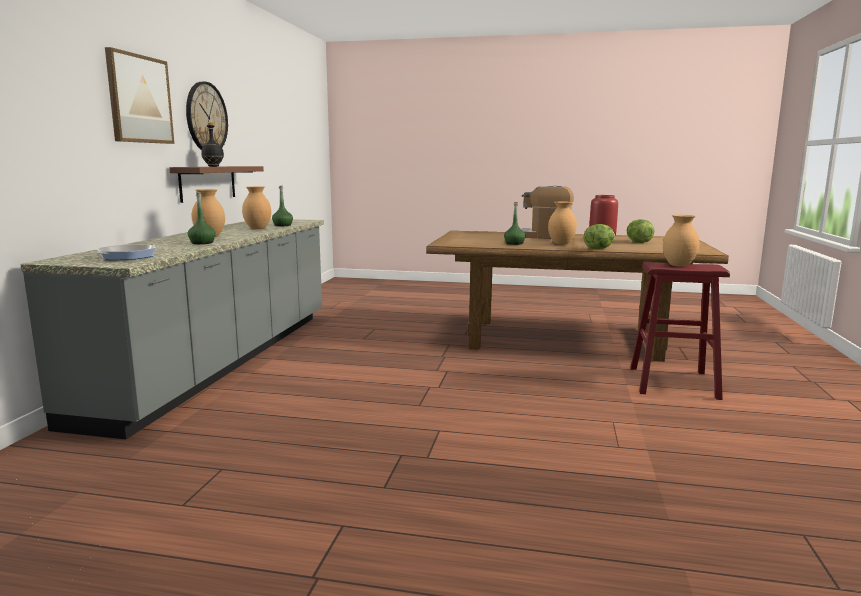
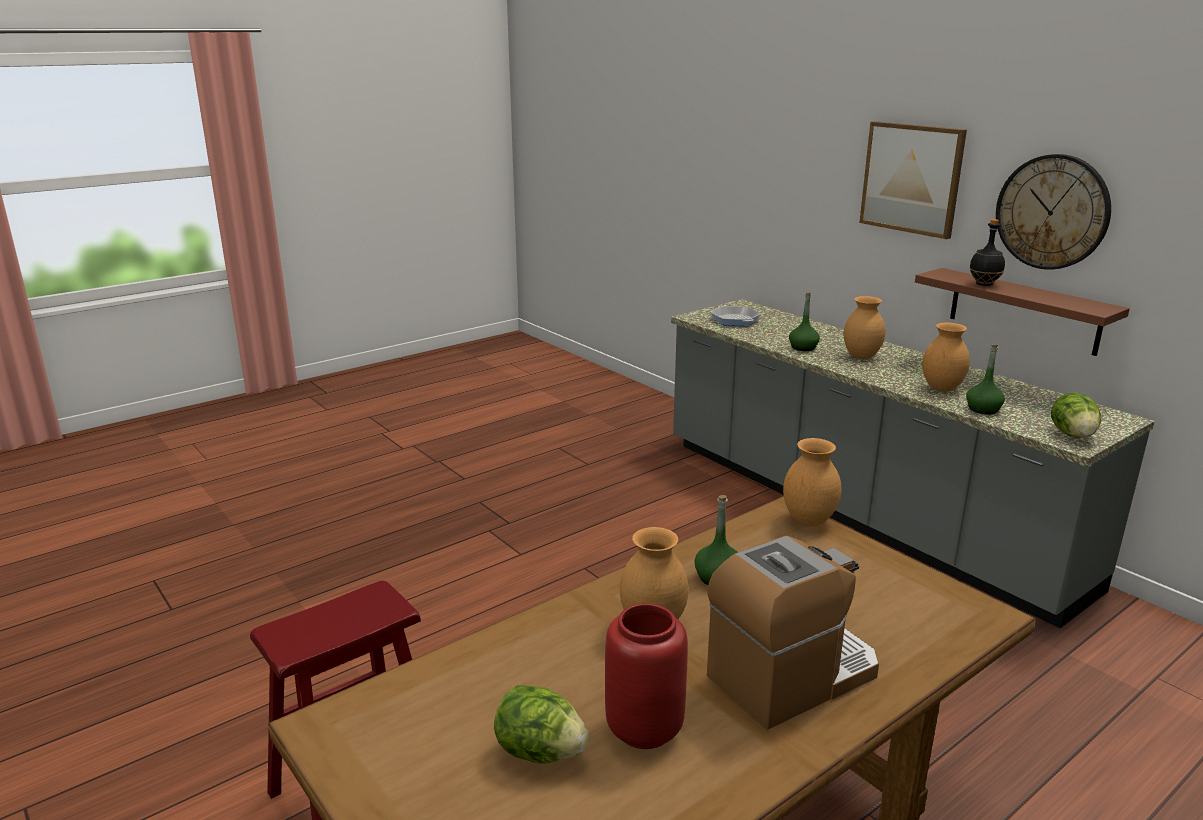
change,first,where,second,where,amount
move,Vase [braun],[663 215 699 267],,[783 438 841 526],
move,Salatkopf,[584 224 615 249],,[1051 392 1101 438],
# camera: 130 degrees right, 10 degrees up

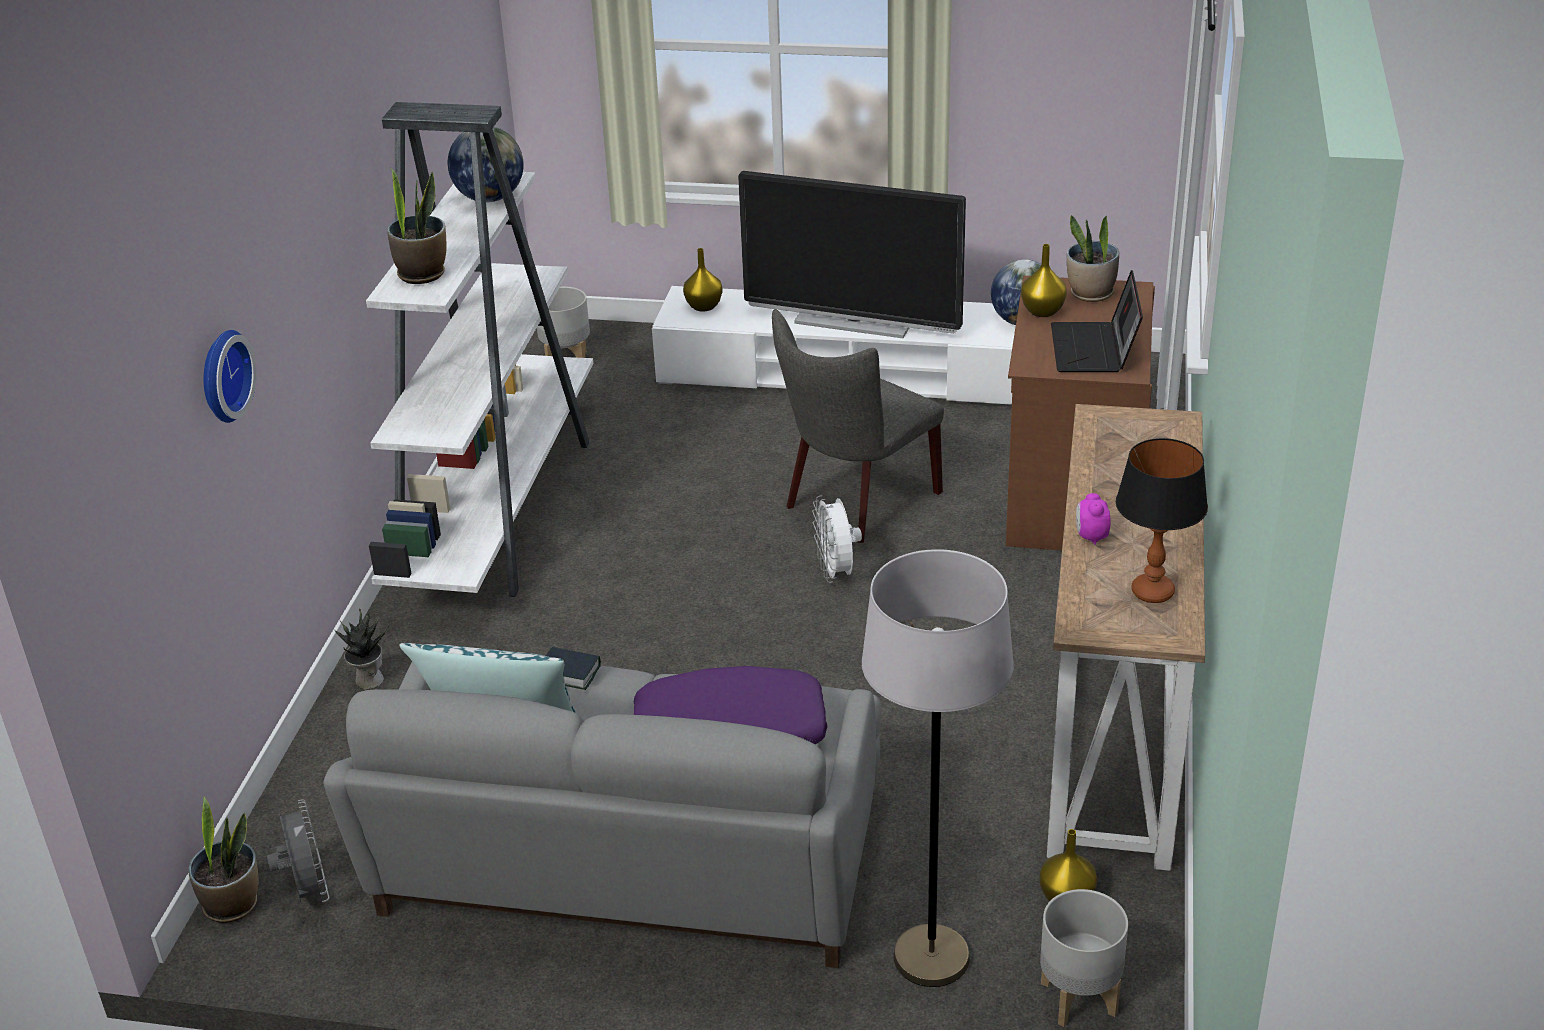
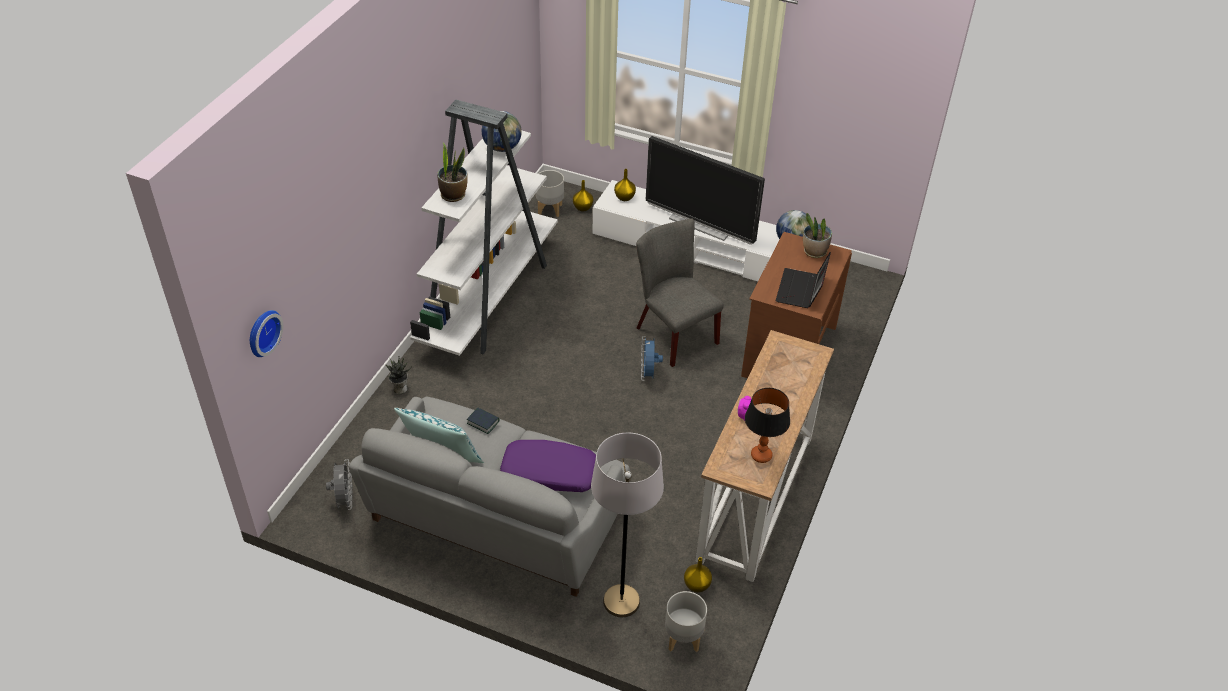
change,first,where,second,where,amount
move,Wanduhr,[204 330 257 423],,[250 310 283 357],
move,Vase [gelb],[1021 244 1067 317],,[573 180 593 212],
rotate,Stuhl [grau],[772 309 944 543],,[636 218 724 367],90 degrees clockwise
recolor,Ventilator [weiß],[812 495 862 583],Ventilator [blau],[641 336 663 381],
delete,Topfpflanze,[188 797 258 923],,,
# camera: 10 degrees right, 10 degrees up

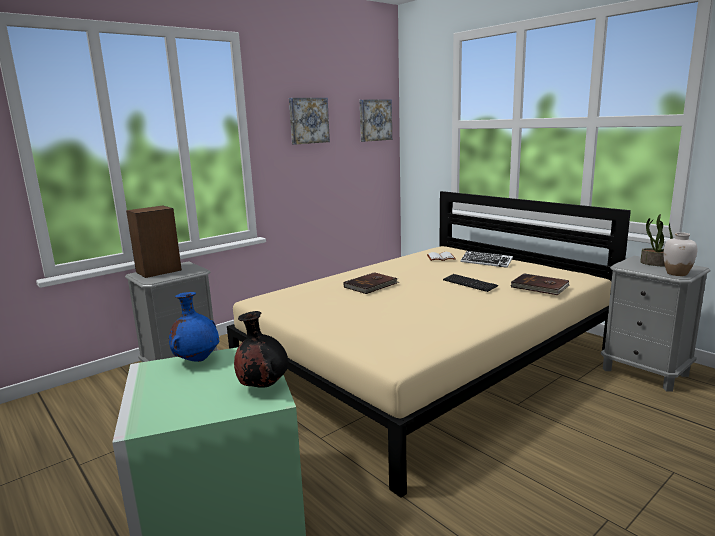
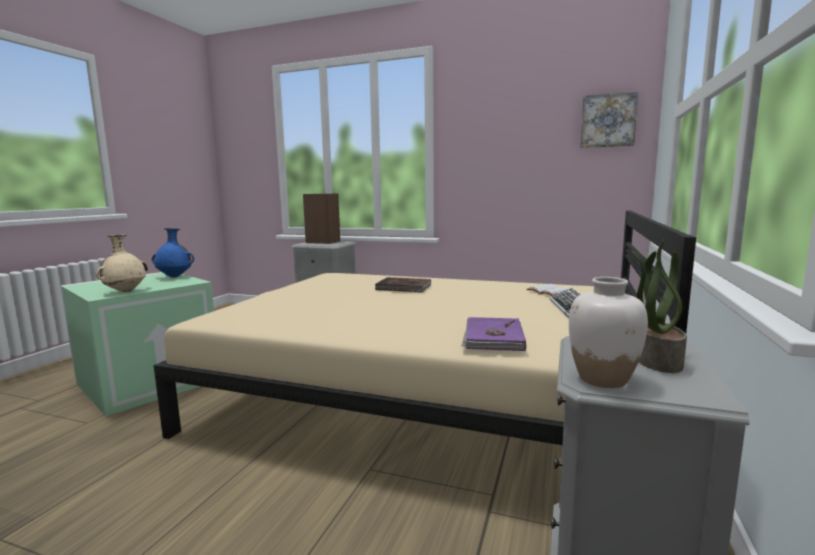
change,first,where,second,where,amount
recolor,Vase [schwarz],[234 311 289 388],Vase [beige],[96 235 148 292],
recolor,Buch [braun],[510 273 570 295],Buch [lila],[461 317 526 351],
delete,Bild,[289 98 330 145],,,
delete,Tastatur,[443 274 498 292],,,
# camera: 60 degrees right, 5 degrees down

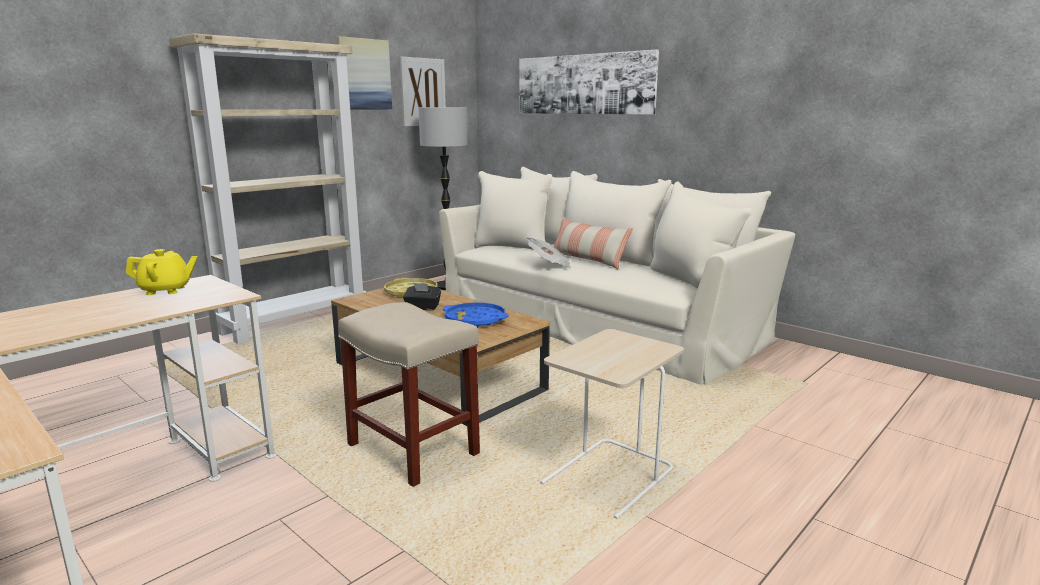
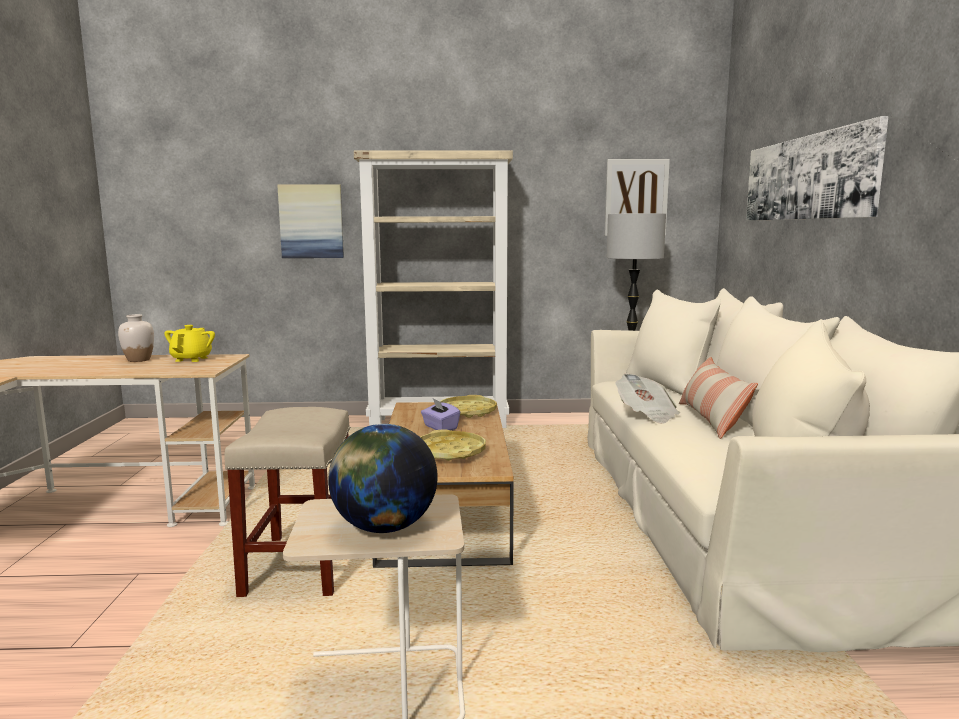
change,first,where,second,where,amount
insert,,,Vase [weiß],[118 314 154 362],
rotate,Teekanne [gelb],[126 249 198 295],,[164 325 215 362],120 degrees counterclockwise
move,Bild,[336 36 392 110],,[277 184 344 258],
insert,,,Globus,[328 424 438 533],
recolor,Tablett [blau],[443 302 509 328],Tablett [gelb],[420 429 486 461],
recolor,Taschentuchbox [schwarz],[403 283 441 310],Taschentuchbox [lila],[421 399 460 430],
# camera: 45 degrees right, 5 degrees down

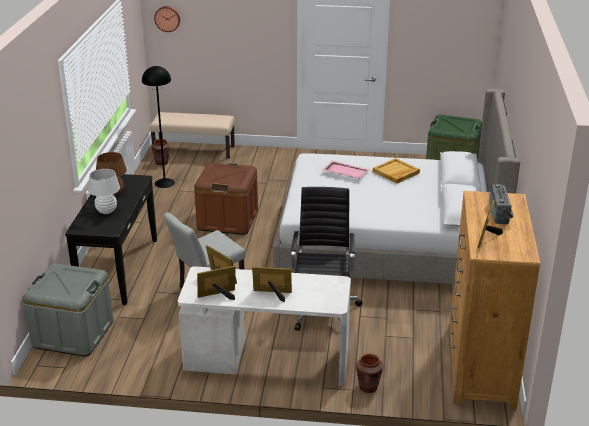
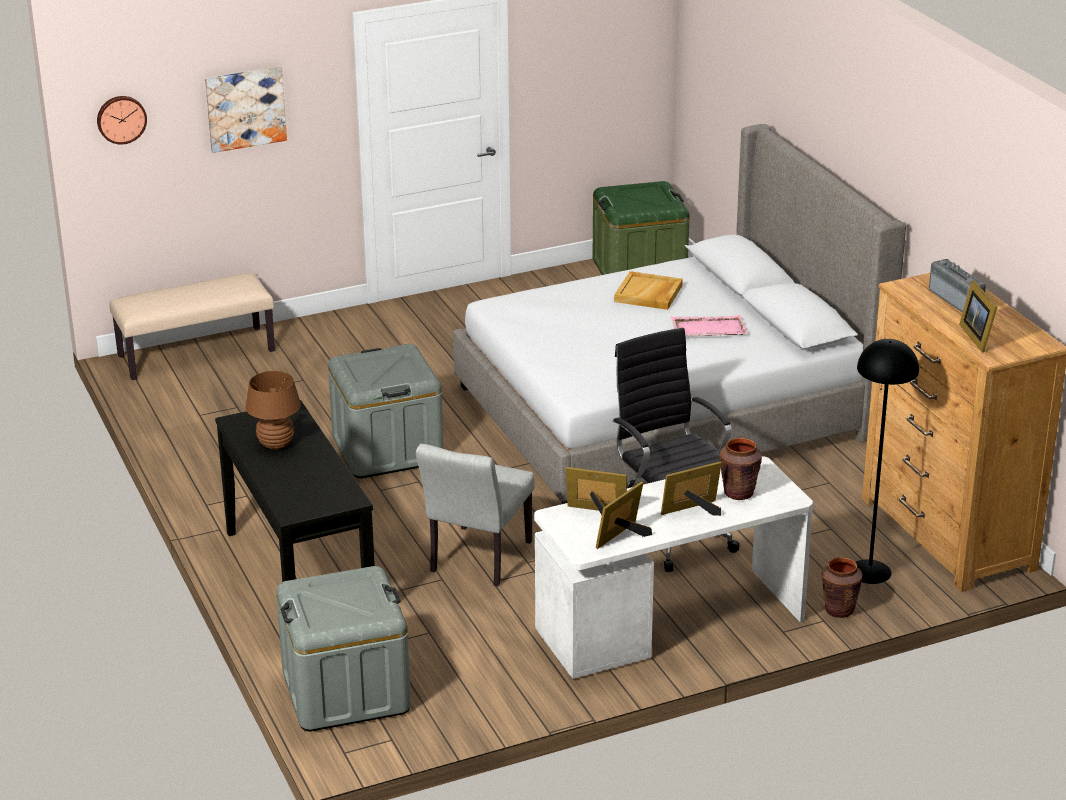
change,first,where,second,where,amount
insert,,,Bild,[205 67 287 153],
recolor,Aufbewahrungsbox [braun],[194 162 258 235],Aufbewahrungsbox [grau],[328 344 443 478],
move,Tablett [rosa],[322 160 370 179],,[671 315 748 337],
move,Vase [braun],[152 139 170 165],,[720 438 762 500],
move,Stehlampe [schwarz],[142 66 175 188],,[856 339 919 584],
delete,Tischlampe [weiß],[88 169 120 214],,,
# camera: 30 degrees left, 0 degrees up

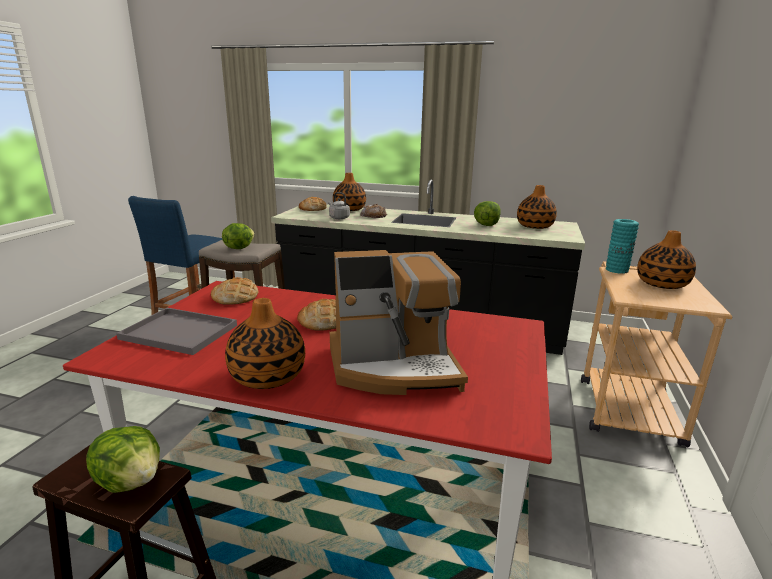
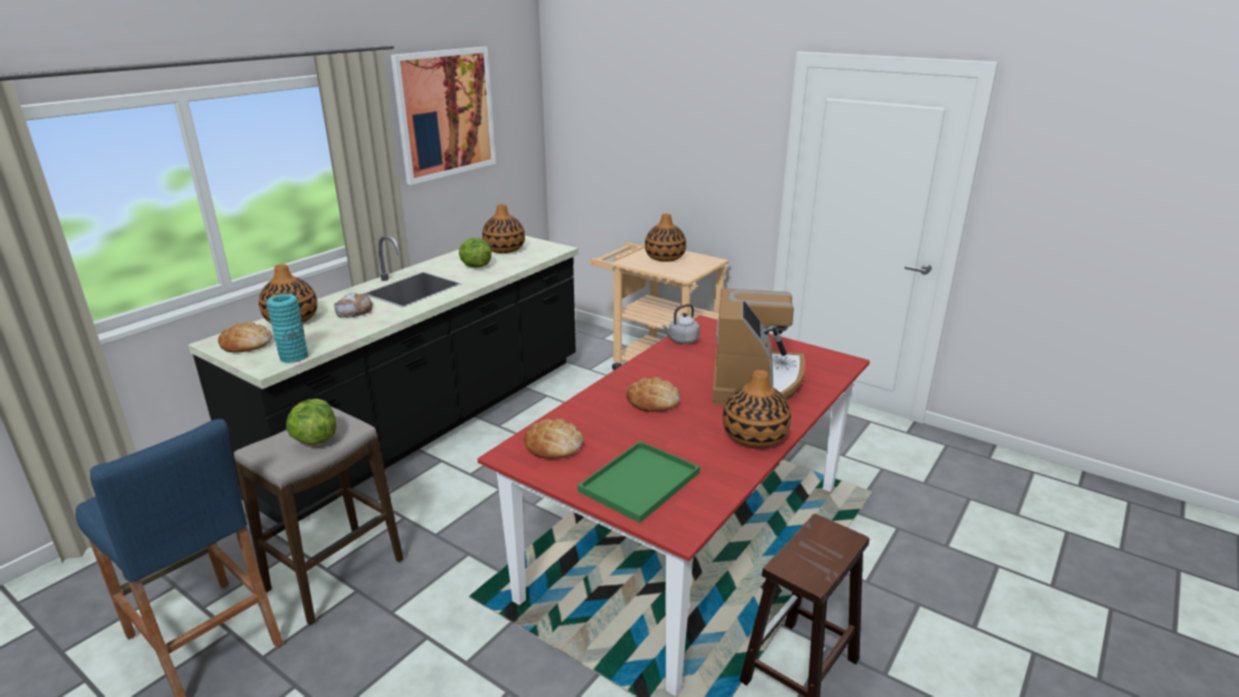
change,first,where,second,where,amount
move,Vase [türkis],[606 219 639 274],,[266 294 308 363],
insert,,,Bild,[391 47 496 185],
recolor,Tablett [grau],[116 308 237 355],Tablett [grün],[578 441 700 523],
move,Wasserkessel [grau],[328 192 350 219],,[662 304 700 344],
delete,Salatkopf,[86 426 160 493],,,
# camera: 70 degrees left, 5 degrees up

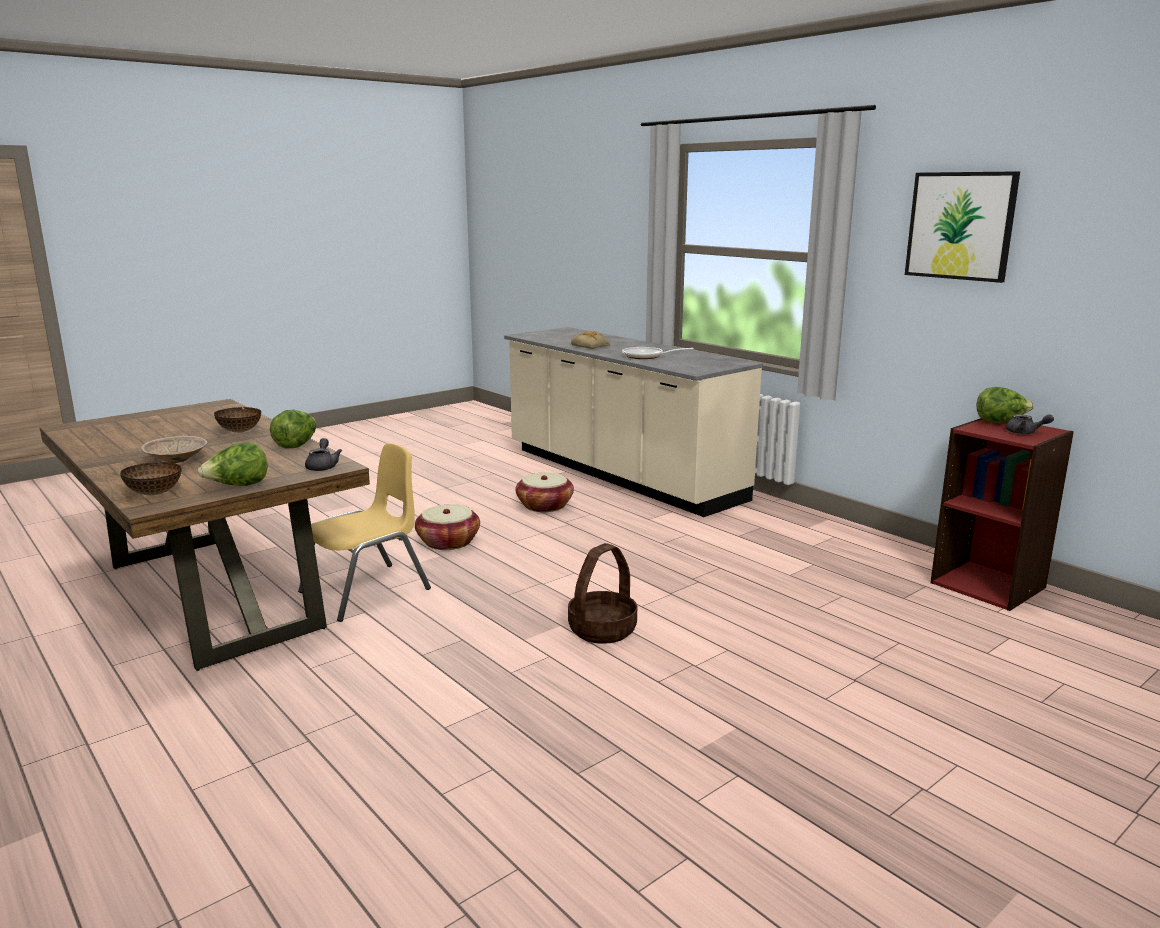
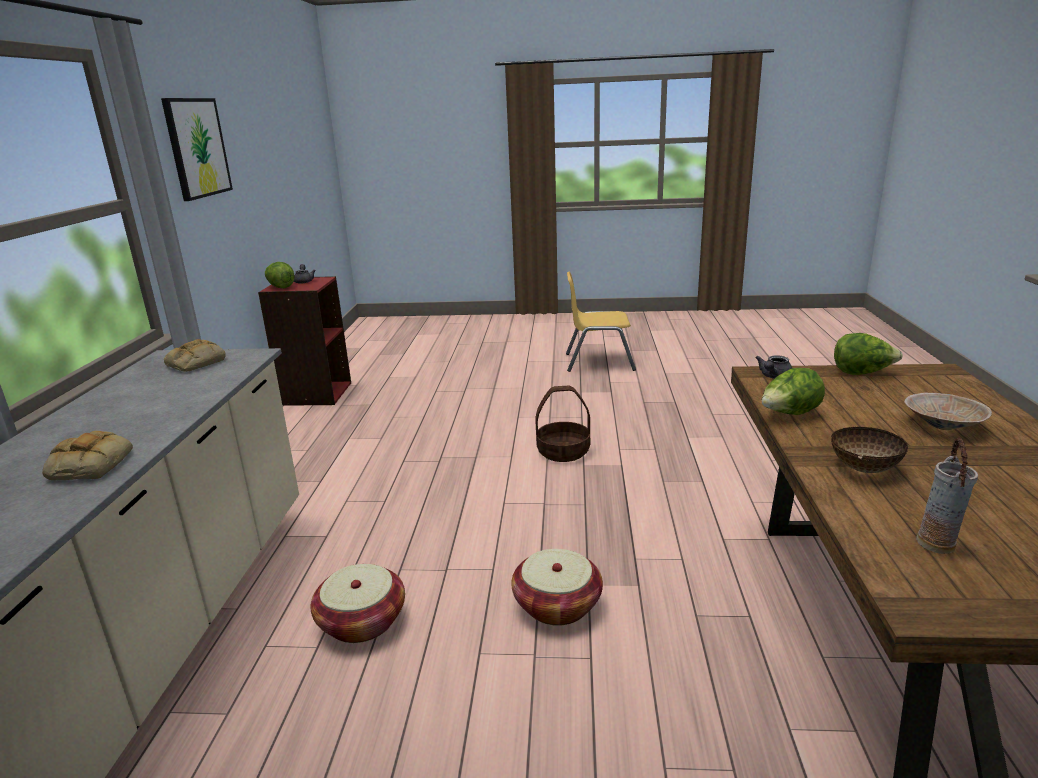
change,first,where,second,where,amount
insert,,,Brot,[164 339 226 372],
move,Stuhl [gelb],[298 443 431 622],,[566 271 636 372],
insert,,,Vase,[916 438 978 554],
delete,Schüssel,[120 462 182 495],,,
delete,Pfanne,[622 347 694 359],,,
# camera: 135 degrees left, 5 degrees up

